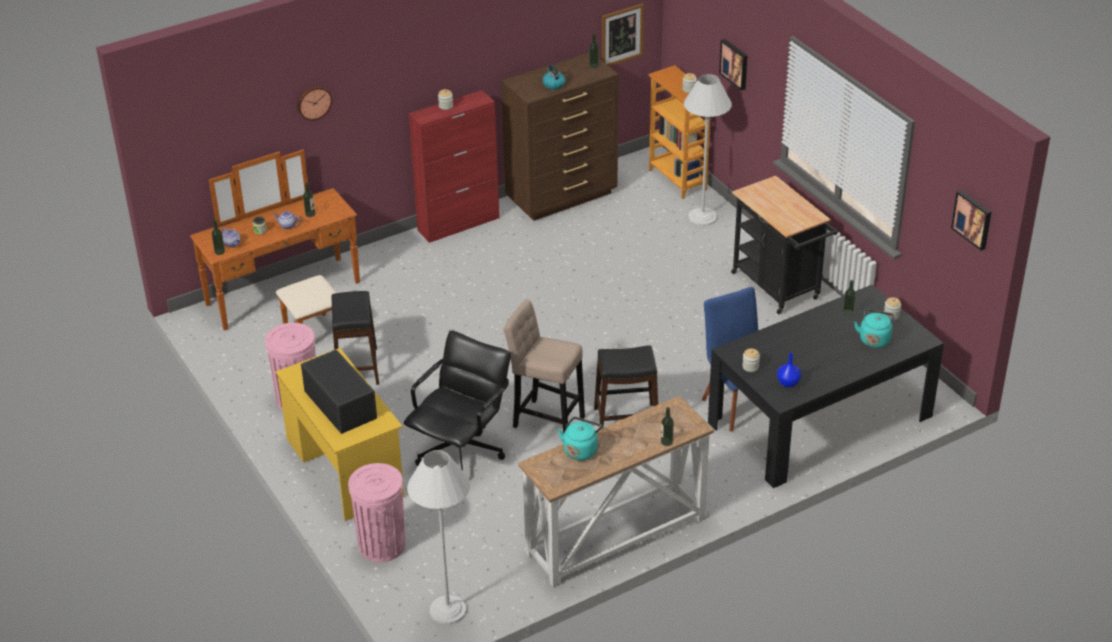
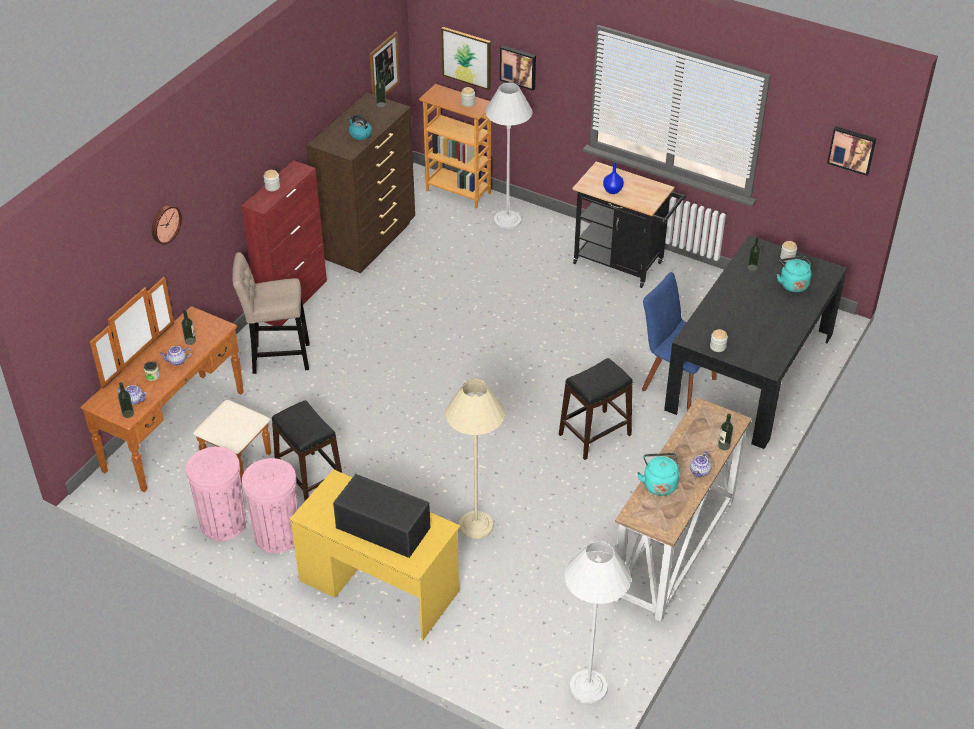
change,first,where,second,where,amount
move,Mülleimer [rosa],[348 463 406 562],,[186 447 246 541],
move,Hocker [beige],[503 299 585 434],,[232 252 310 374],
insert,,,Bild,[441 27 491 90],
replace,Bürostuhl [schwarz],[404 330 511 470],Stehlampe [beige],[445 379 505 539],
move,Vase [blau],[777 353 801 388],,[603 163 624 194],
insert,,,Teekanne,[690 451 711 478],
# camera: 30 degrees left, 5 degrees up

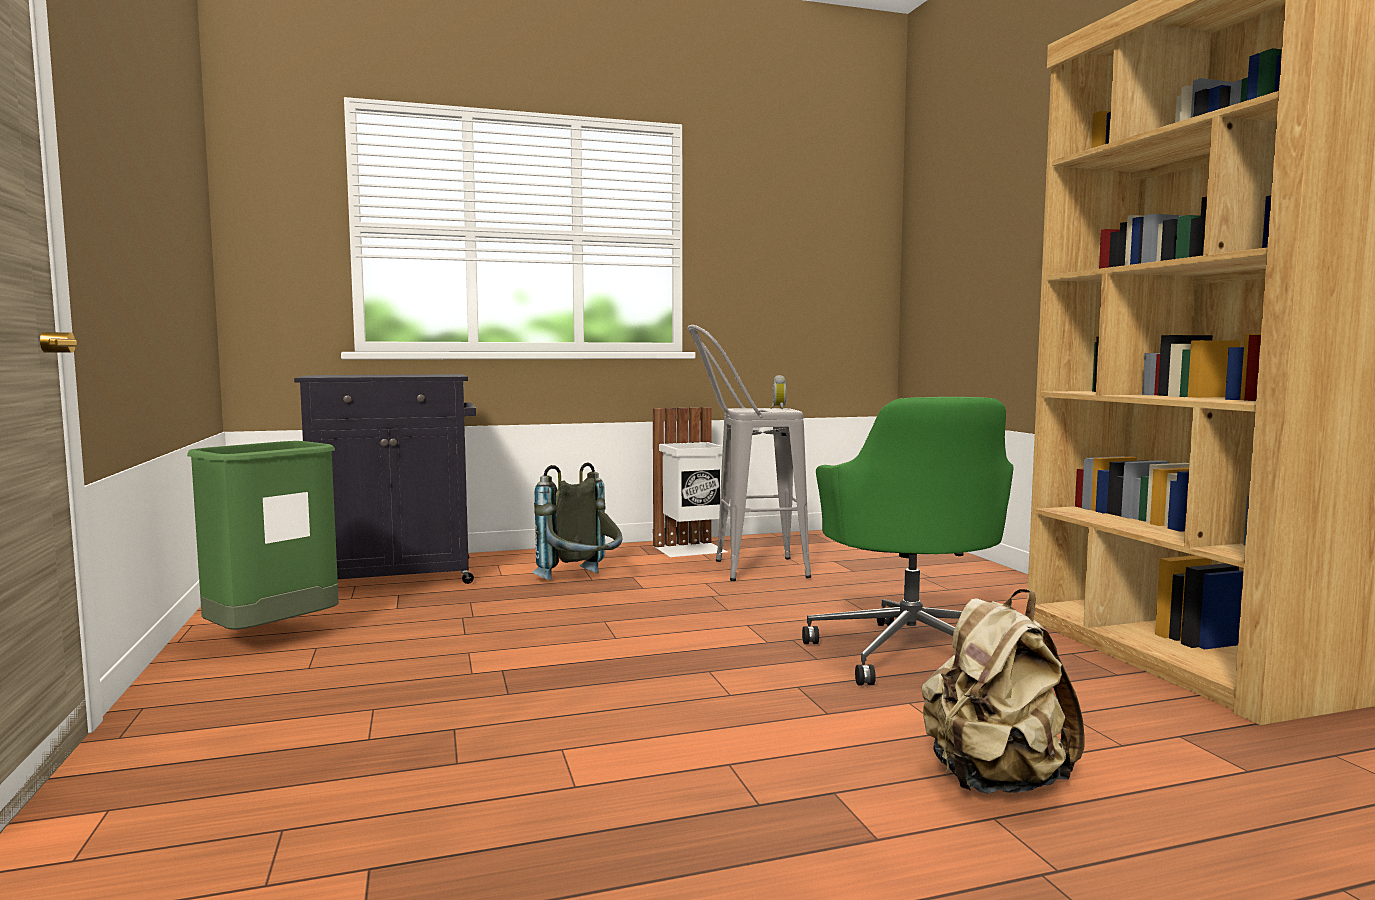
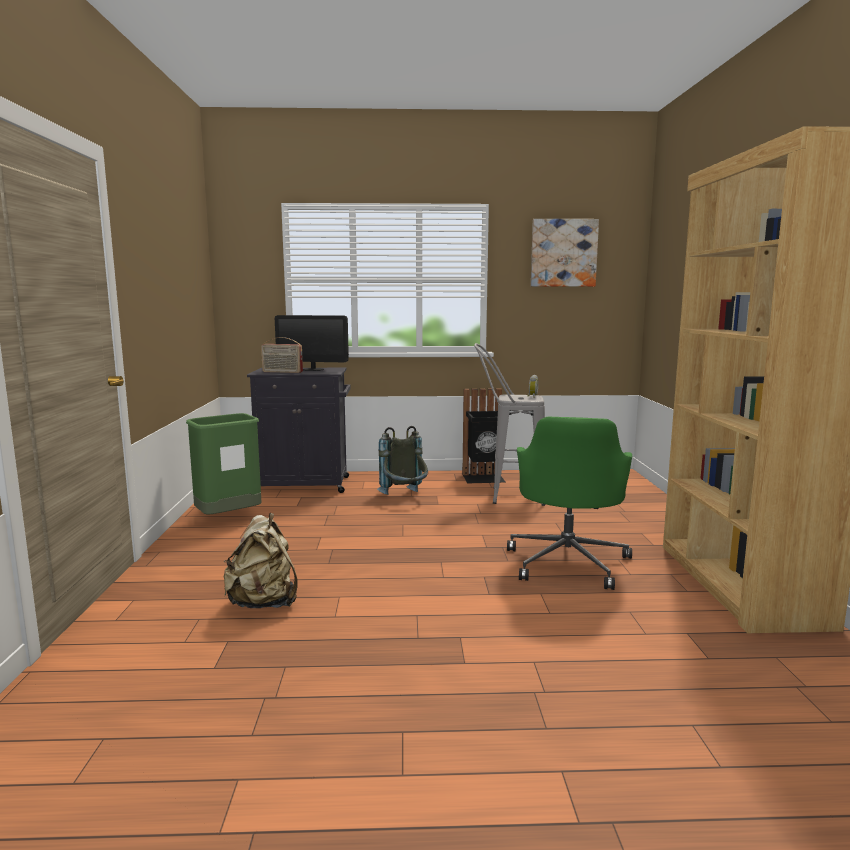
change,first,where,second,where,amount
move,Rucksack [beige],[921 589 1085 794],,[224 513 297 608],
insert,,,Radio,[261 337 303 373],
insert,,,Monitor,[275 315 349 371],
recolor,Mülleimer [weiß],[653 407 727 557],Mülleimer [schwarz],[462 388 505 484],
insert,,,Bild,[531 219 599 287],
# camera: 15 degrees right, 5 degrees up

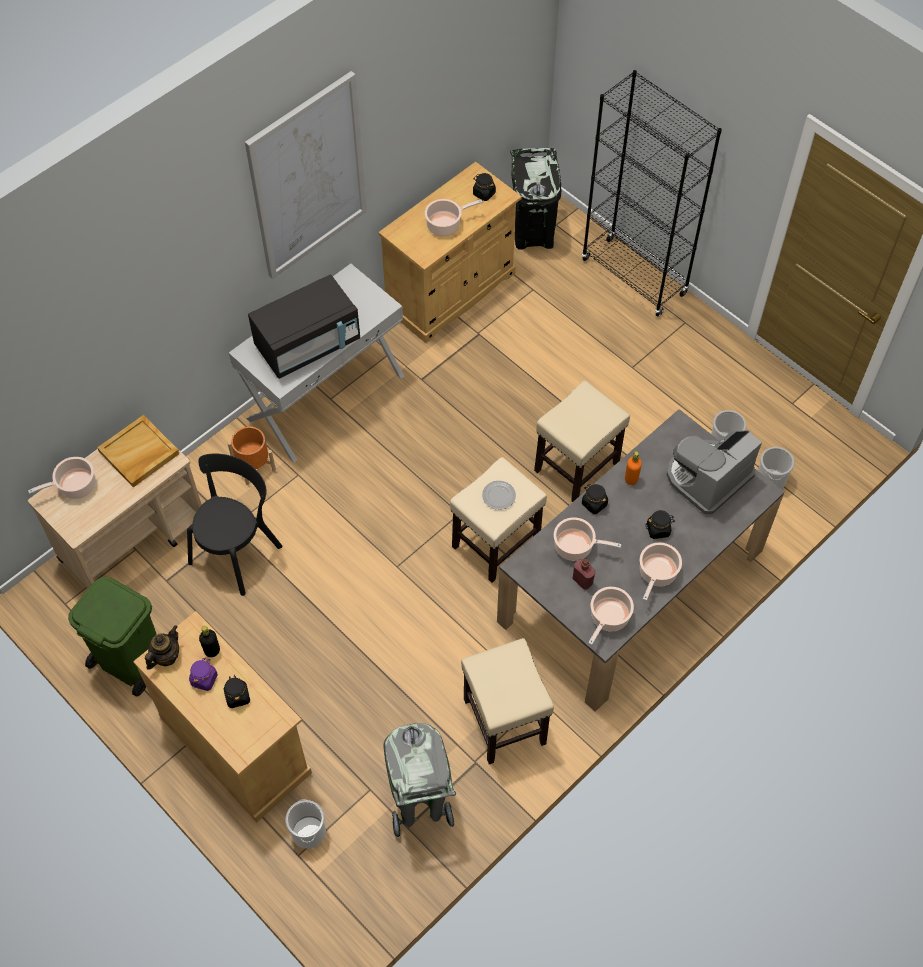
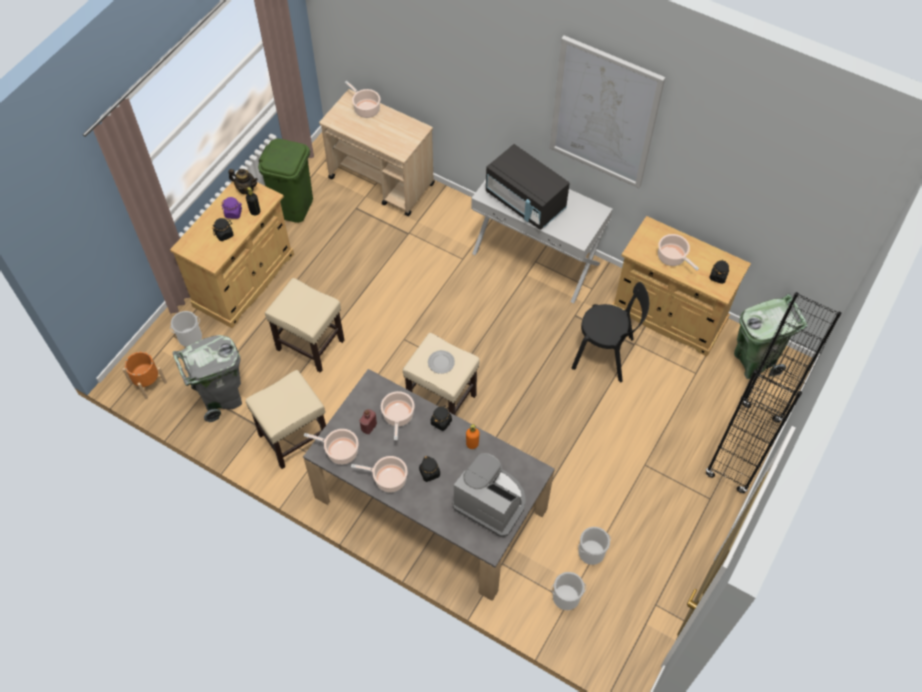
change,first,where,second,where,amount
move,Pflanzkübel [orange],[227 426 276 485],,[122 352 167 399],
move,Hocker [beige],[534 381 630 502],,[265 278 344 373],
move,Stuhl [schwarz],[187 454 283 596],,[572 282 649 382],
recolor,Mülleimer [schwarz],[510 148 561 250],Mülleimer [grün],[734 294 808 379],
delete,Tablett [beige],[97 415 179 487],,,
# camera: 75 degrees right, 0 degrees up

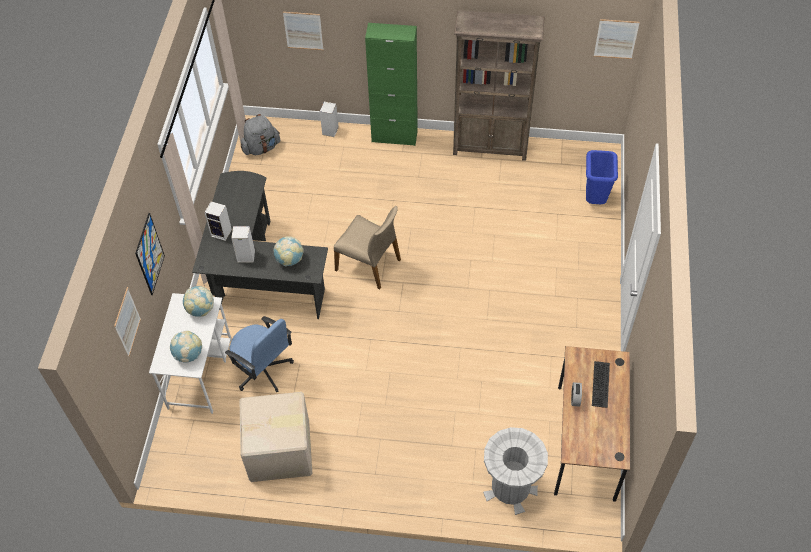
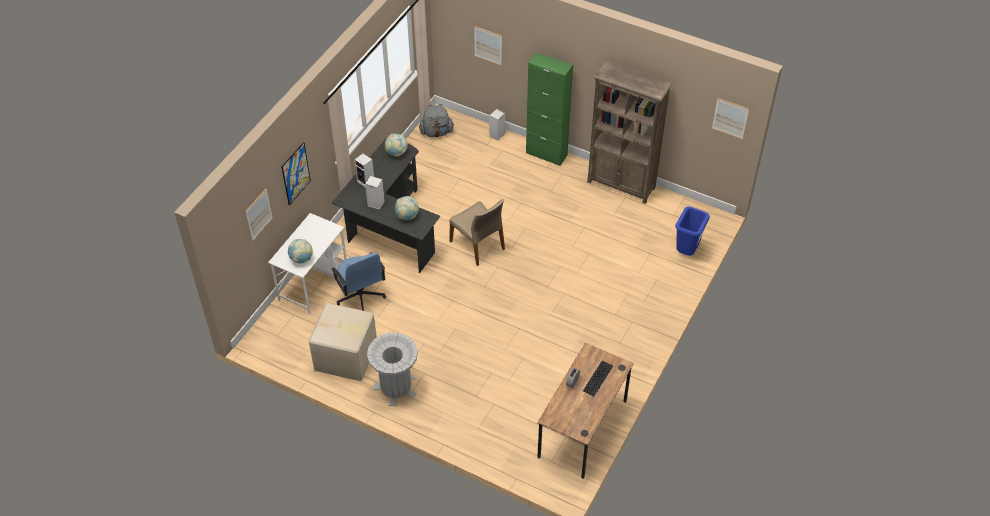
change,first,where,second,where,amount
move,Mülleimer [grau],[483 427 548 515],,[367 332 418 406],
move,Globus,[183 286 214 317],,[385 134 408 157],
# camera: 20 degrees right, 5 degrees down

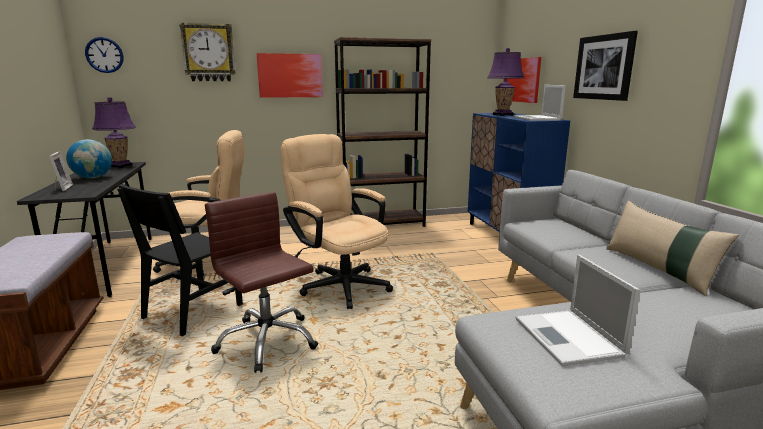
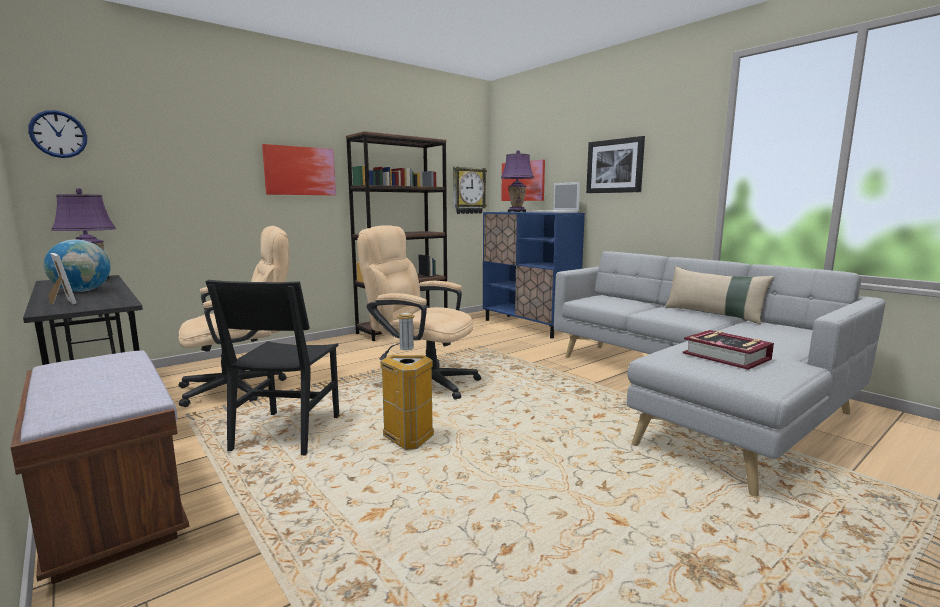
change,first,where,second,where,amount
replace,Bürostuhl [braun],[205 192 318 373],Mülleimer,[380 313 434 450],
move,Wanduhr,[180 23 236 81],,[453 167 487 214],
replace,Laptop,[515 255 640 367],Buch,[683 330 774 370],
# camera: 25 degrees left, 5 degrees down

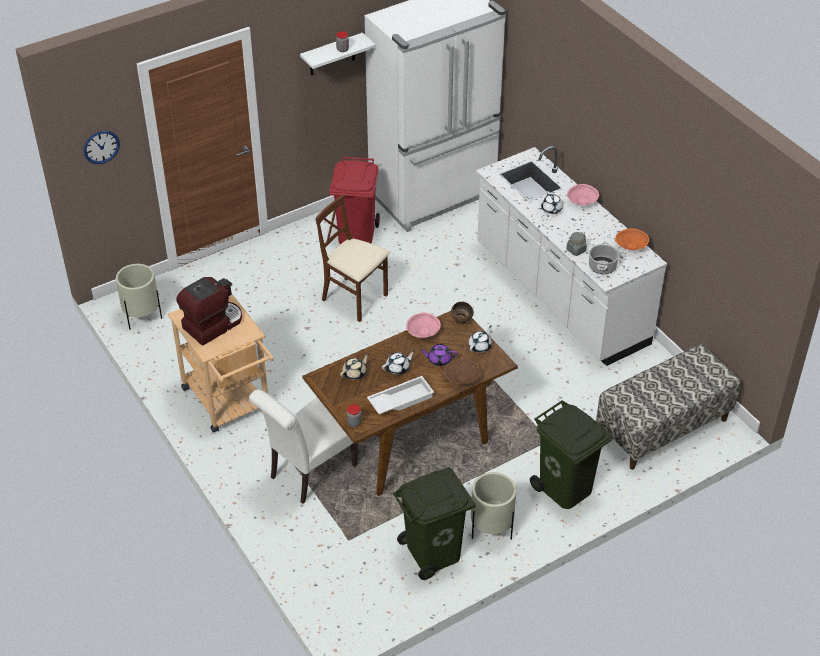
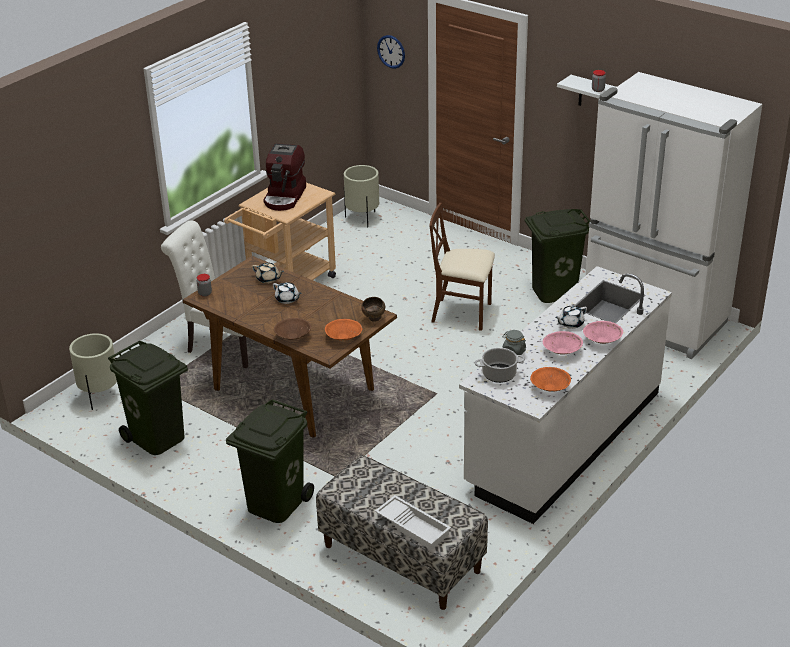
change,first,where,second,where,amount
move,Pflanzkübel [beige],[471 472 517 540],,[69 333 117 410],
rotate,Kaffeemaschine,[176 277 242 346],,[263 143 306 211],75 degrees clockwise
replace,Teekanne [weiß],[468 325 492 353],Schüssel [orange],[325 319 362 341],
move,Tablett [weiß],[367 376 434 414],,[375 495 451 550],
rotate,Stuhl [braun],[315 195 389 322],,[429 203 495 331],90 degrees counterclockwise
recolor,Mülleimer [rot],[329 157 380 244],Mülleimer [grün],[524 209 590 303],
move,Schüssel [rosa],[406 313 441 338],,[543 331 583 355],
delete,Teekanne [lila],[420 344 458 366],,,
# camera: 70 degrees right, 10 degrees down

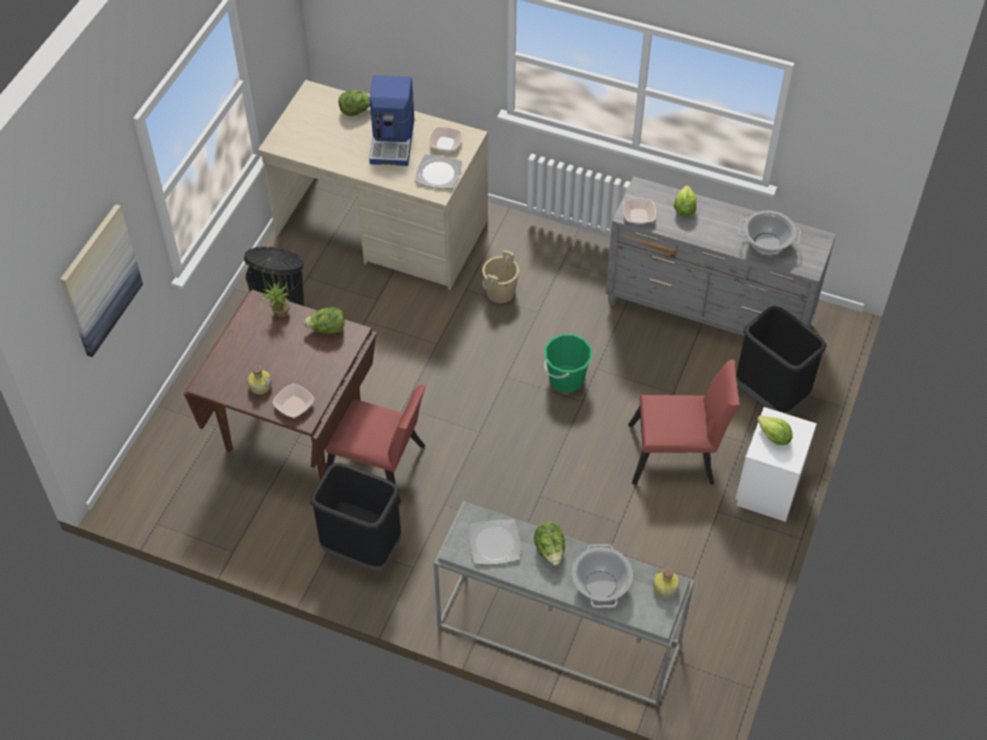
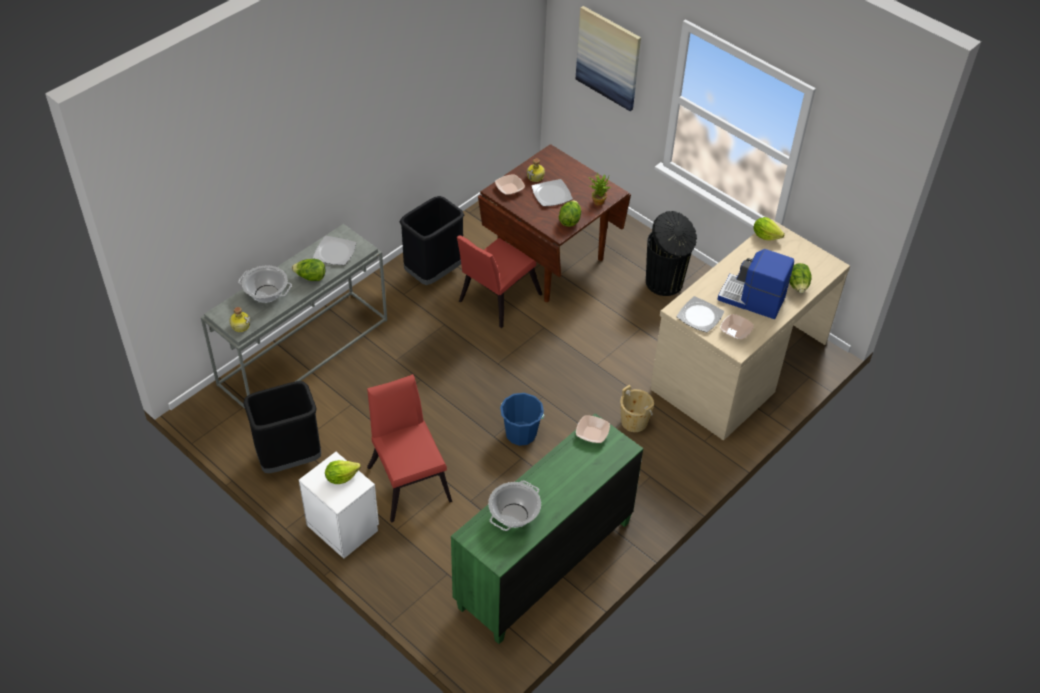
change,first,where,second,where,amount
move,Mülleimer [schwarz],[736 306 827 415],,[243 381 321 473],
rotate,Stuhl [rot],[628 359 740 484],,[367 374 452 522],135 degrees clockwise
recolor,Kommode [grau],[606 176 836 336],Kommode [grün],[451 413 643 644],
recolor,Eimer [grün],[544 334 592 393],Eimer [blau],[500 393 545 446],
insert,,,Teller,[532 179 573 206],
move,Salatkopf,[674 185 696 217],,[753 217 785 241],
# camera: 110 degrees right, 5 degrees down

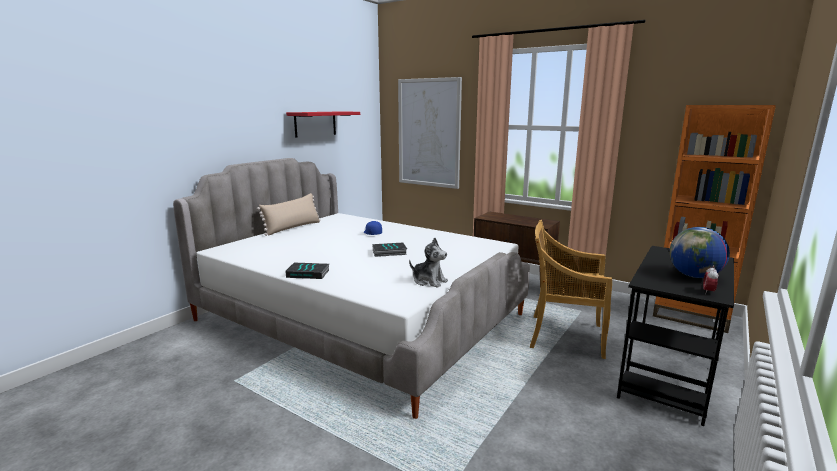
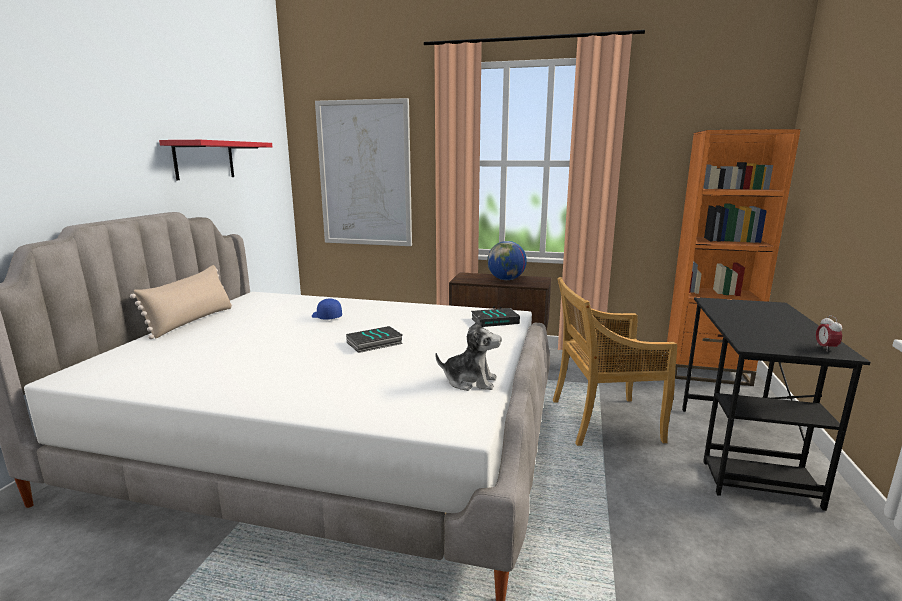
change,first,where,second,where,amount
move,Buch,[285 263 329 279],,[471 308 520 327],
move,Globus,[670 227 730 278],,[487 241 527 280],
# camera: 20 degrees left, 0 degrees up

